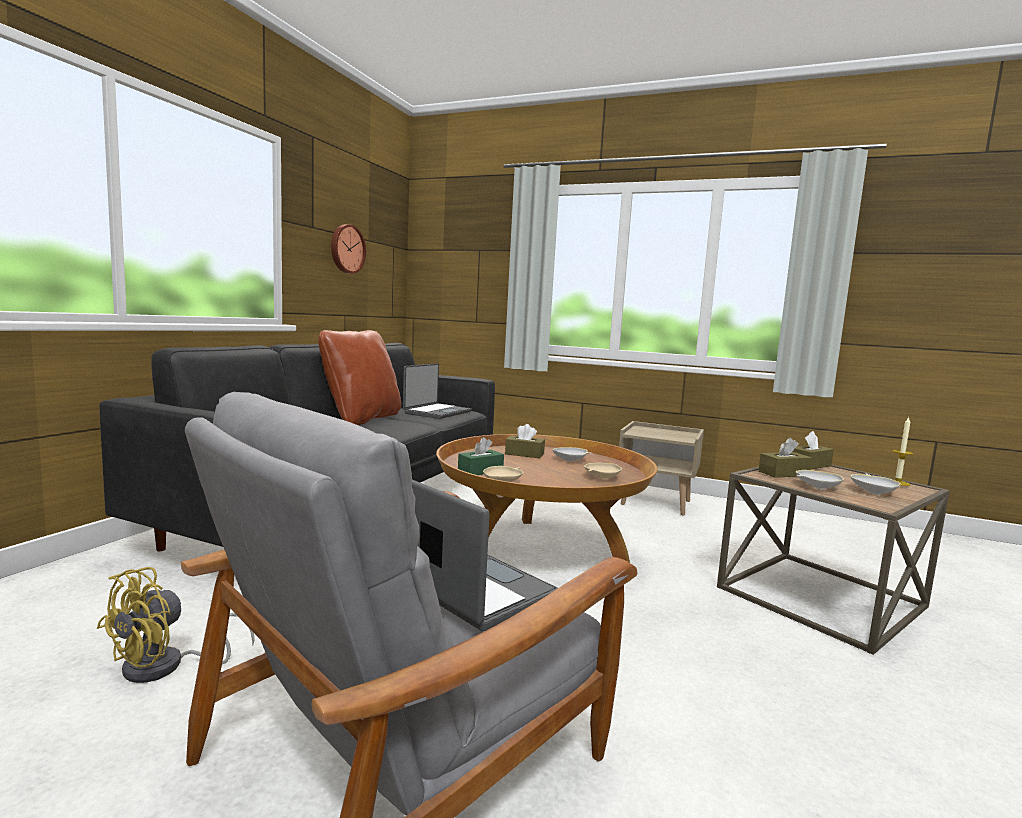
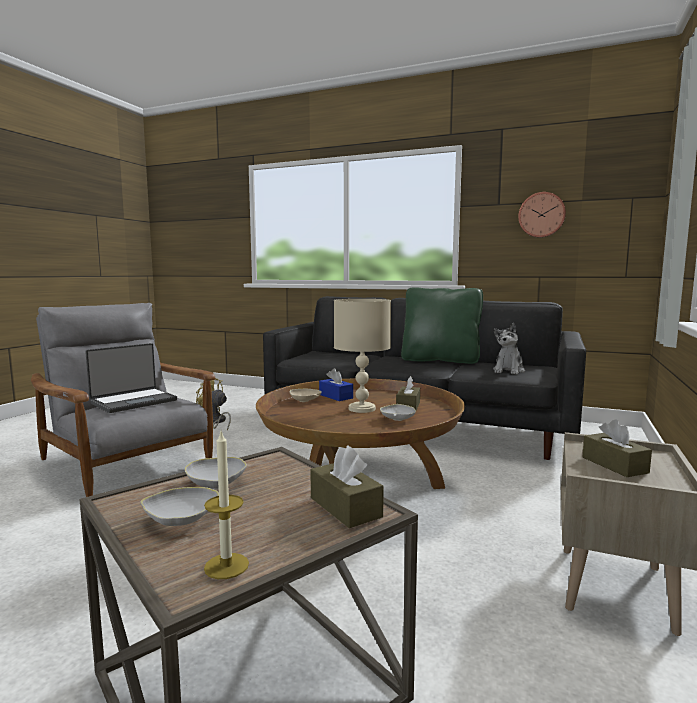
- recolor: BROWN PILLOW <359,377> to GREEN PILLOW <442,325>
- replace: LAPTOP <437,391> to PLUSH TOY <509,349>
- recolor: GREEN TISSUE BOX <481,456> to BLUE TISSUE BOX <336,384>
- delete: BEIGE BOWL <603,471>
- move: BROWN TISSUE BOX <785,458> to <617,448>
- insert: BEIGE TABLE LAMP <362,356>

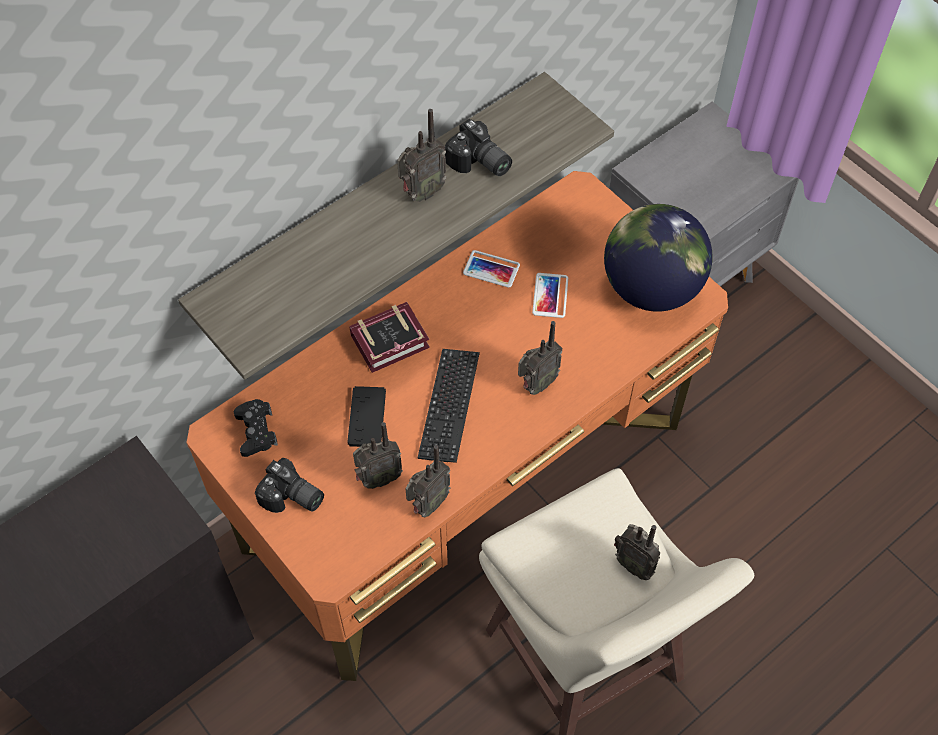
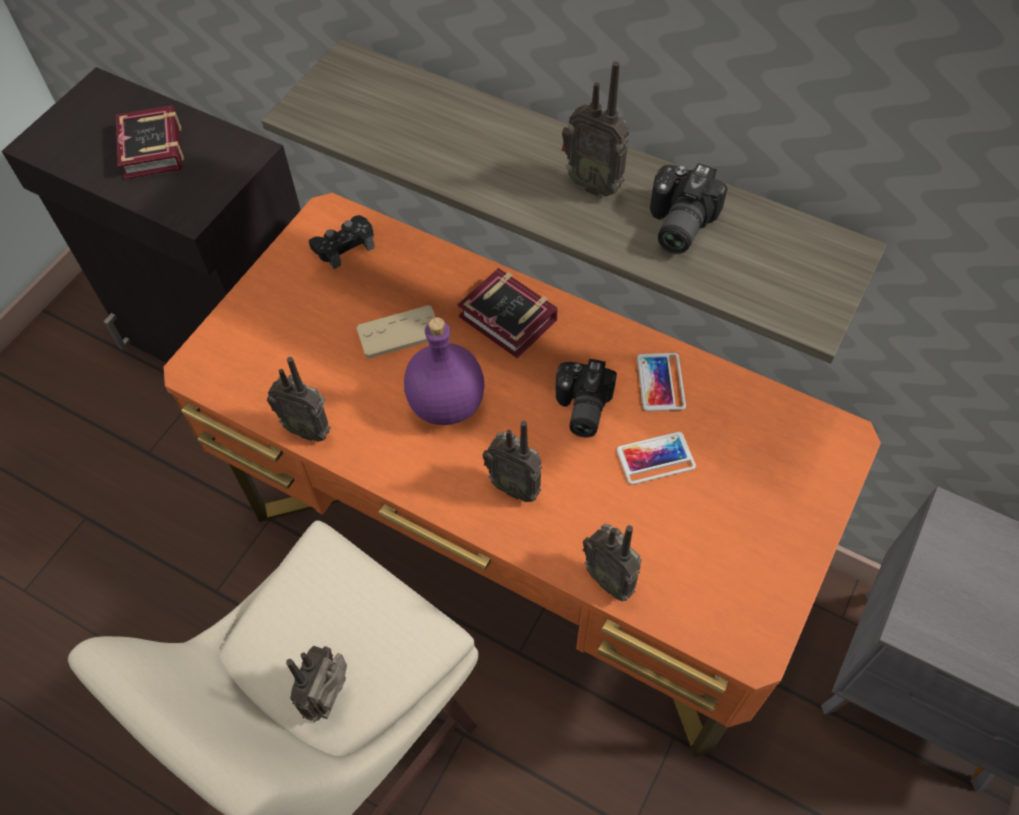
- move: PHOTO CAMERA <289,485> to <586,398>
- recolor: BLACK GAME CONTROLLER <366,416> to BEIGE GAME CONTROLLER <395,332>
- move: RADIO <378,455> to <612,562>
- replace: KEYBOARD <449,406> to PURPLE BOTTLE <444,371>
- delete: GLOBE <658,258>
- insert: BOOK <150,142>

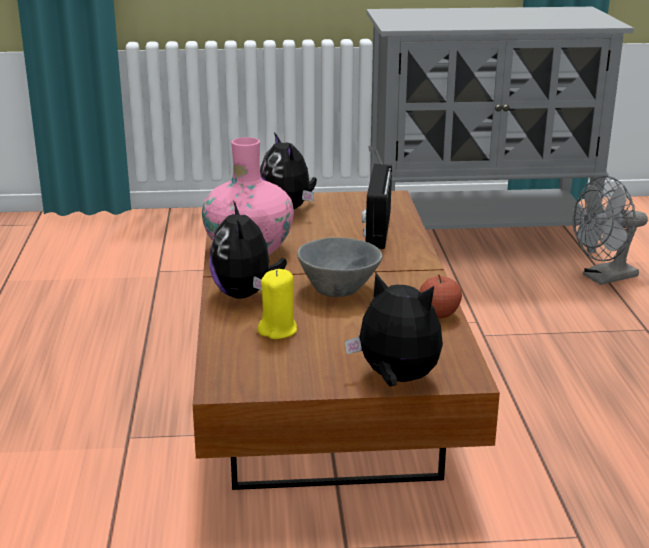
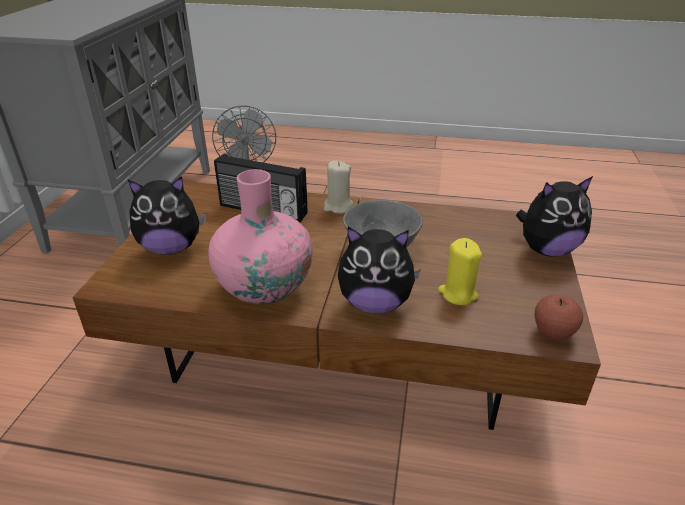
- rotate: PLUSH TOY <394,330> = <554,216> 150 degrees counterclockwise
- move: APPLE <441,296> to <559,317>
- insert: BEIGE CANDLE <338,187>

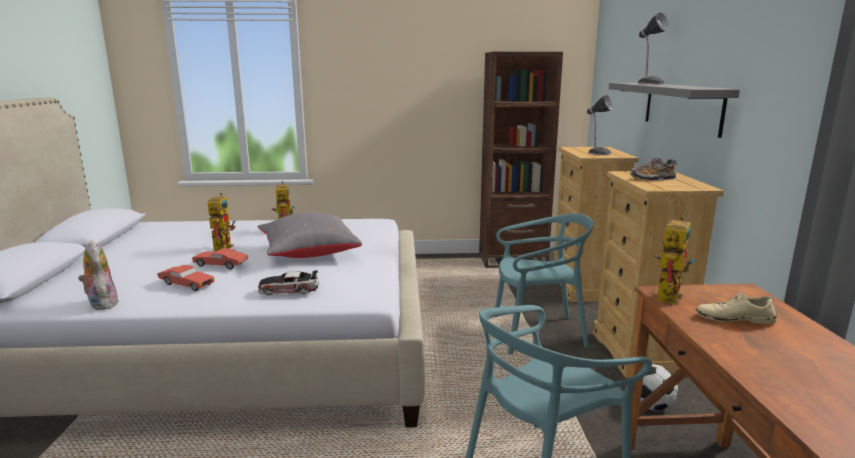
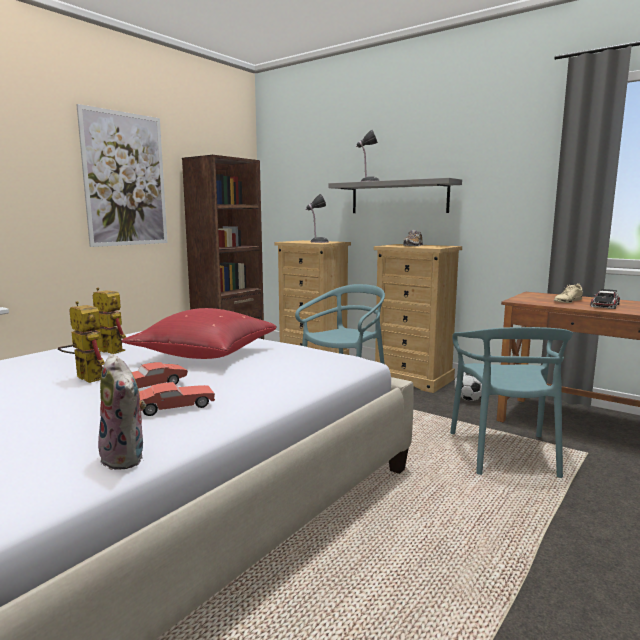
- rotate: PLUSH TOY <98,275> = <122,412> 135 degrees counterclockwise
- recolor: GREY PILLOW <310,235> to RED PILLOW <199,333>
- move: TOY CAR <288,282> to <605,299>
- delete: TOY ROBOT <674,260>
- insert: PICTURE <122,175>

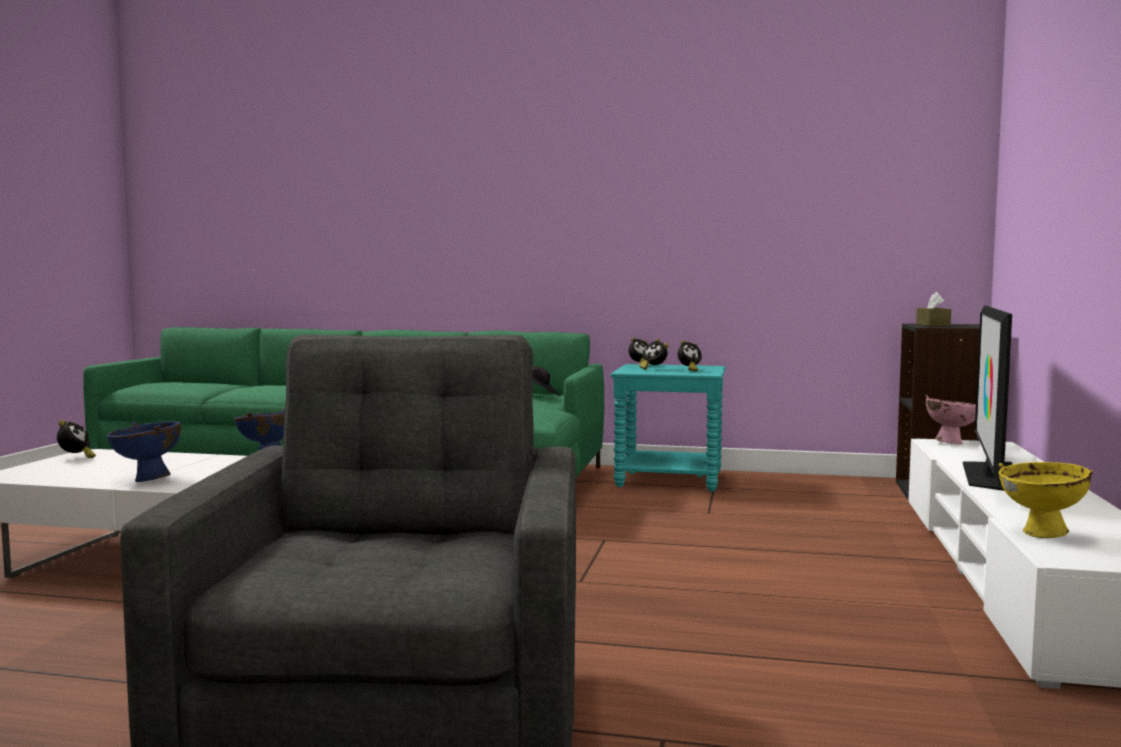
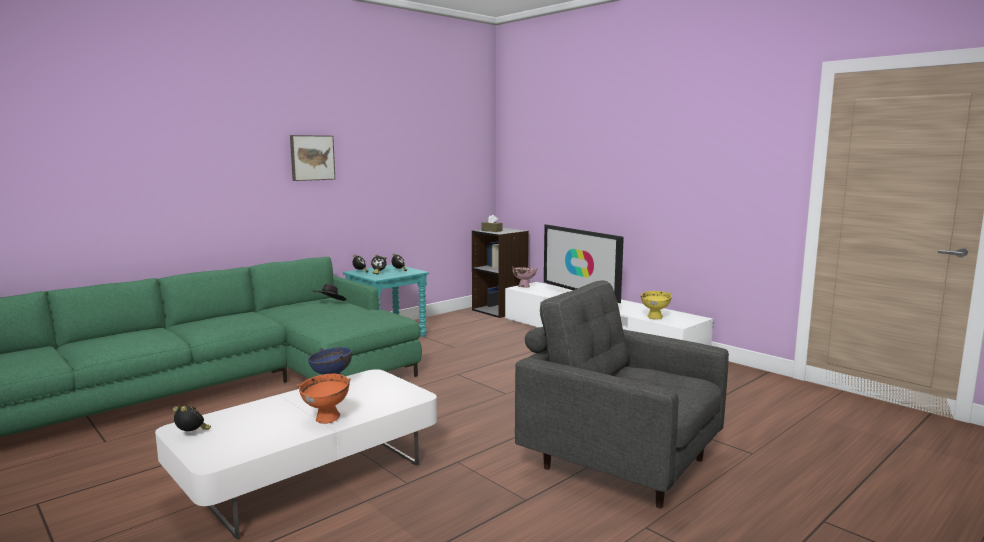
- recolor: BLUE BOWL <144,451> to ORANGE BOWL <324,399>
- insert: PICTURE <312,158>

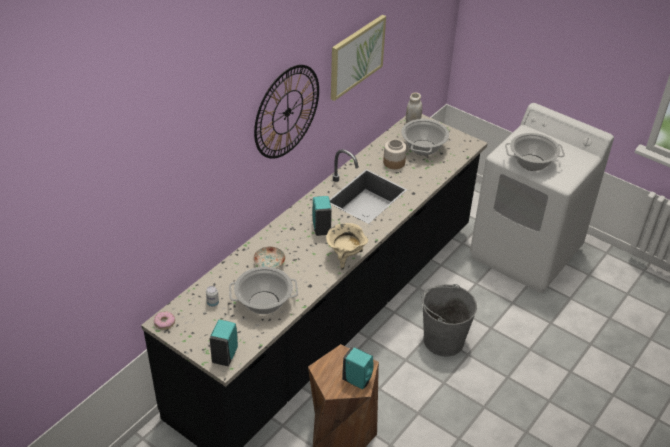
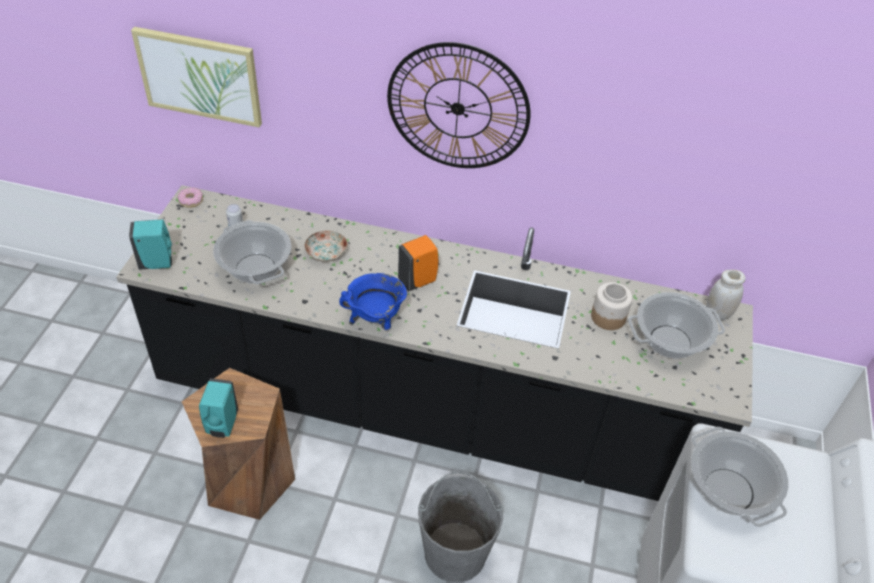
- recolor: TURQUOISE SOAP DISPENSER <322,216> to ORANGE SOAP DISPENSER <418,263>
- recolor: BEIGE COOKING POT <347,246> to BLUE COOKING POT <373,301>
- move: PICTURE <358,58> to <196,77>

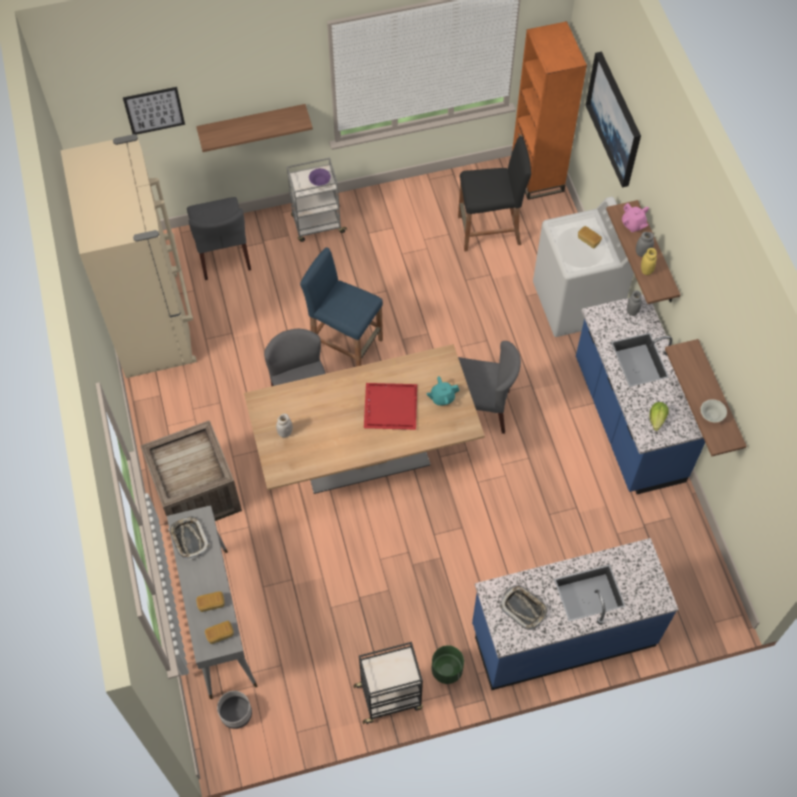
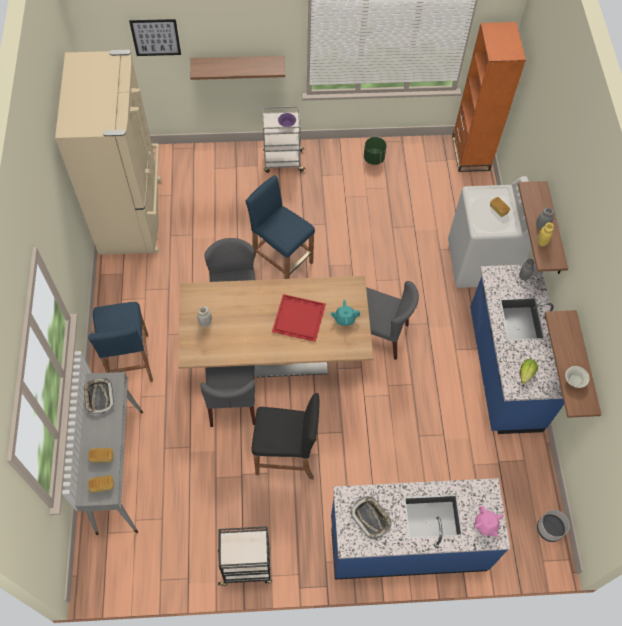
- replace: CRATE <191,470> to BLUE STOOL <120,342>
- move: GREY CHAIR <219,238> to <227,396>
- move: GREY PLANTER <234,710> to <553,526>
- move: GREEN PLANTER <448,664> to <375,151>
- move: BLACK STOOL <494,193> to <285,436>
- delete: PICTURE <613,120>
- move: PINK TEAPOT <635,217> to <489,521>

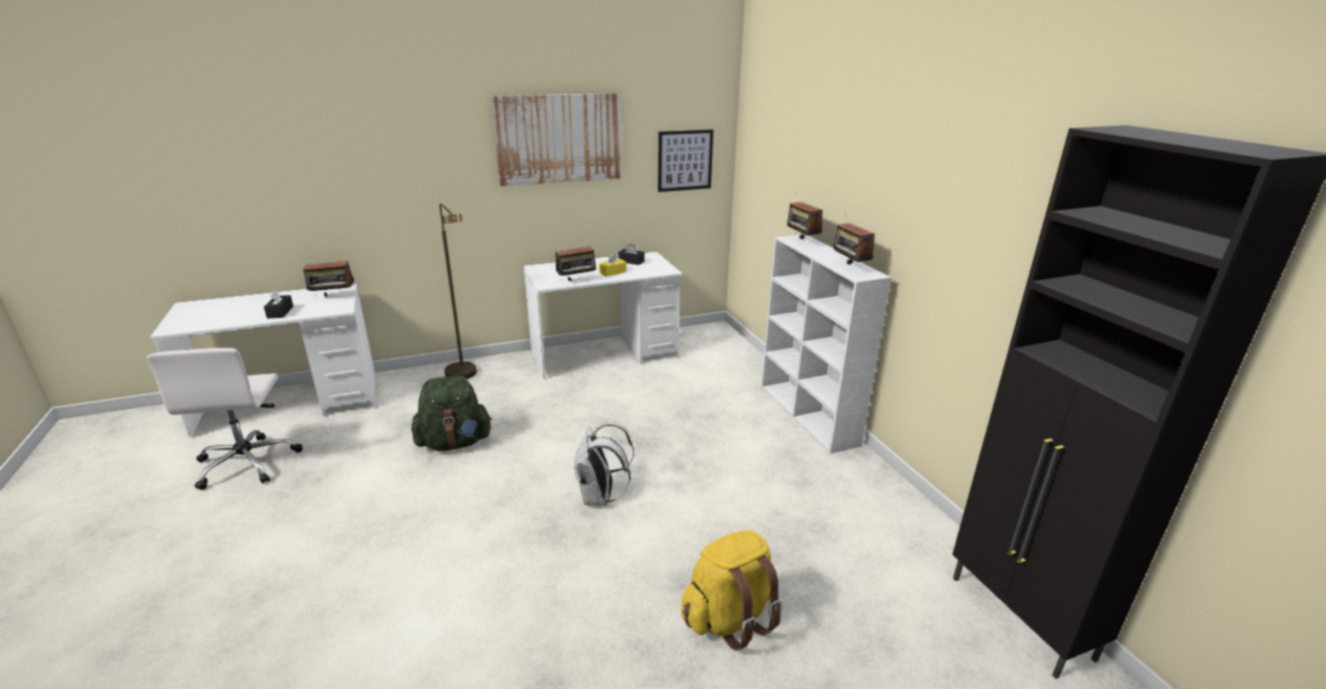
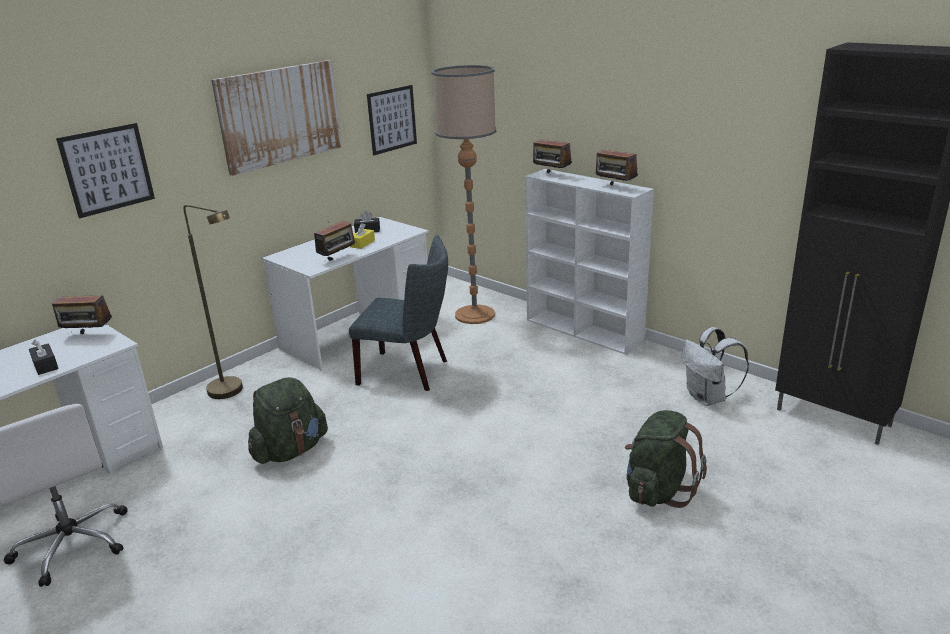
- rotate: RADIO <328,277> = <82,314> 45 degrees clockwise
- move: WHITE BACKPACK <604,463> to <715,366>
- recolor: YELLOW BACKPACK <731,590> to GREEN BACKPACK <666,459>
- insert: PICTURE <105,170>
- insert: GREY CHAIR <398,313>
- insert: FLOOR LAMP <464,194>

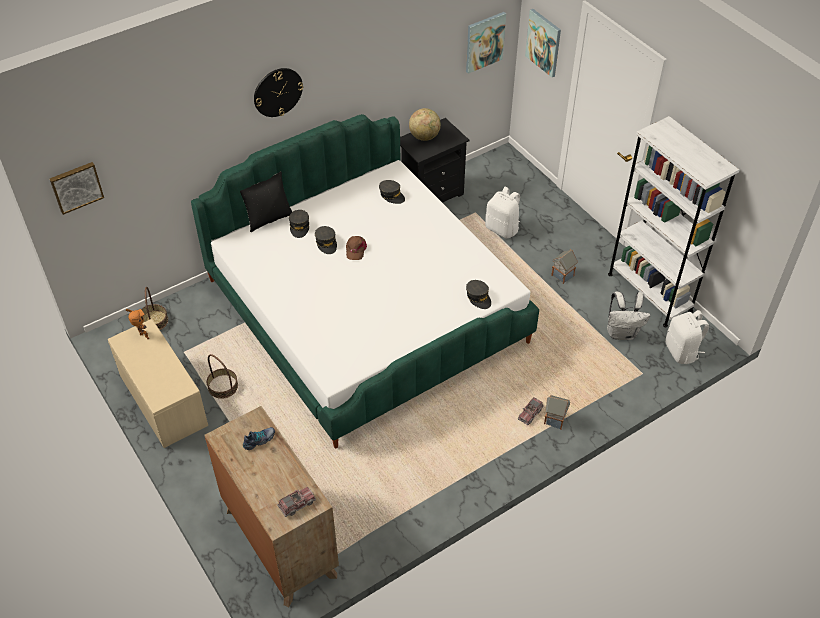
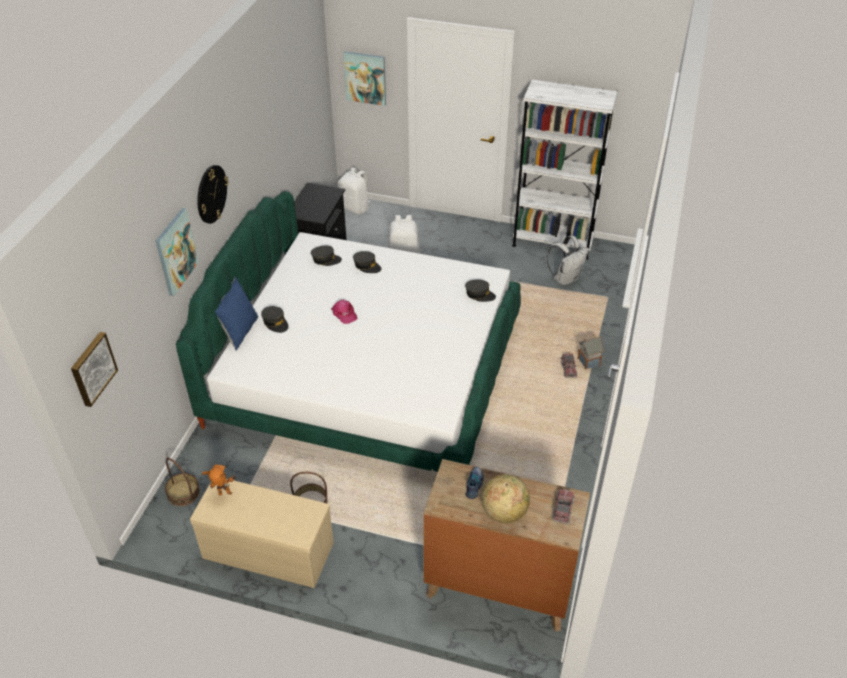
- recolor: BLACK PILLOW <266,201> to BLUE PILLOW <236,313>
- move: GREY CAP <326,240> to <367,262>
- recolor: BROWN CAP <356,248> to PINK CAP <344,312>
- move: GLOBE <425,124> to <506,498>
- move: PICTURE <486,43> to <177,252>
- delete: TOY HOUSE <564,266>
- move: WHITE BACKPACK <687,337> to <354,191>

